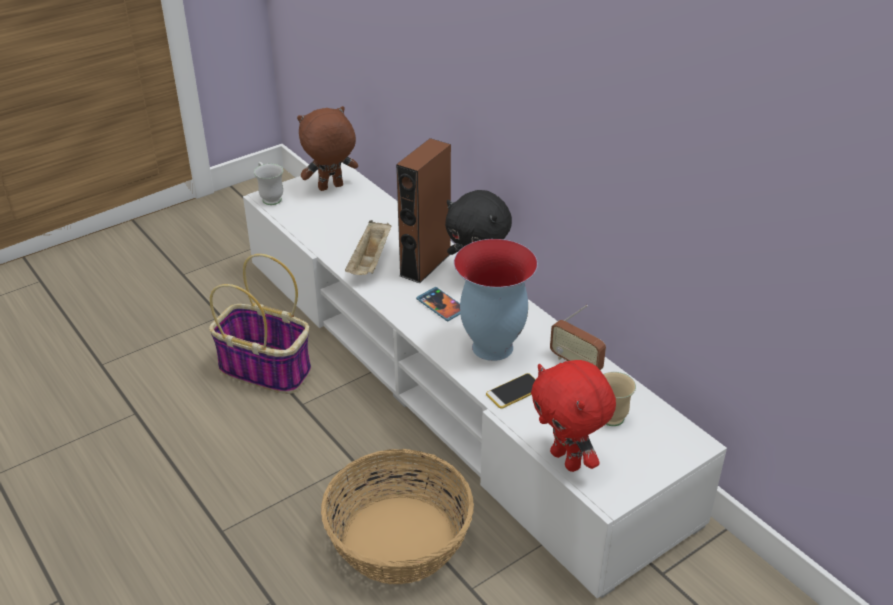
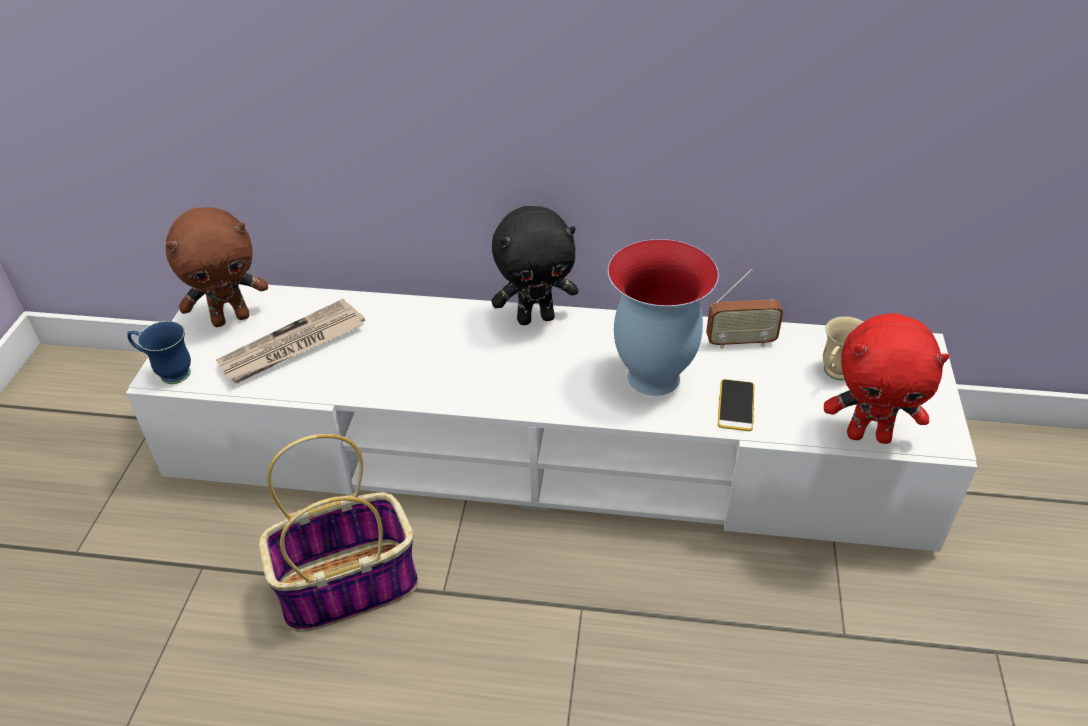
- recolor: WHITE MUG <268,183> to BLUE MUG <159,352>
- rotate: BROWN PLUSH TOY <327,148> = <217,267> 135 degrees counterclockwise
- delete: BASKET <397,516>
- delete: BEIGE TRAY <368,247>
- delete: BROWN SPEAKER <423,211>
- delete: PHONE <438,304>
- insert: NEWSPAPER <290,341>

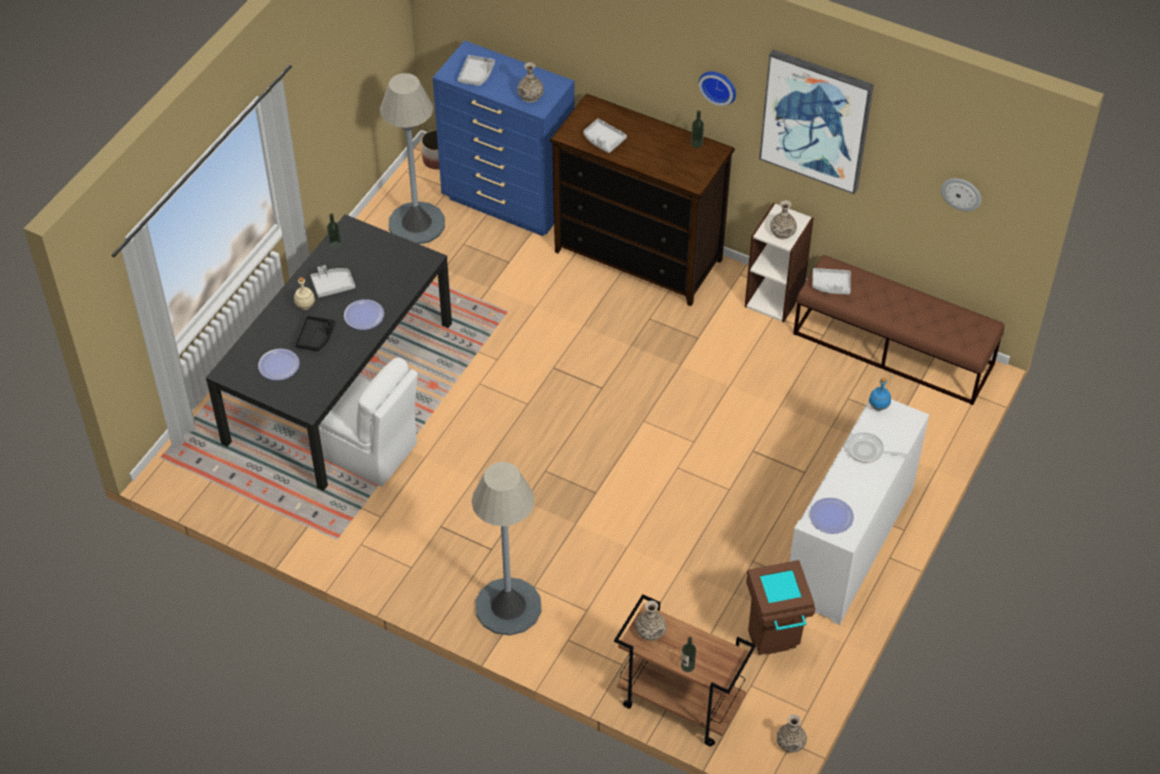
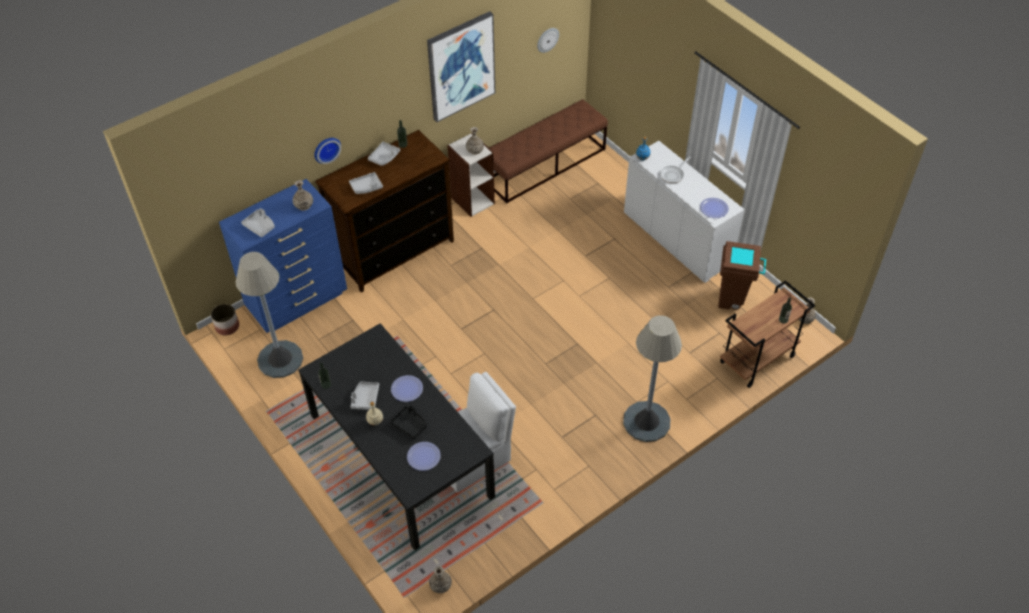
- move: VASE <650,621> to <440,579>
- move: WALL CLOCK <717,88> to <327,151>
- move: GREY TRAY <831,281> to <384,154>

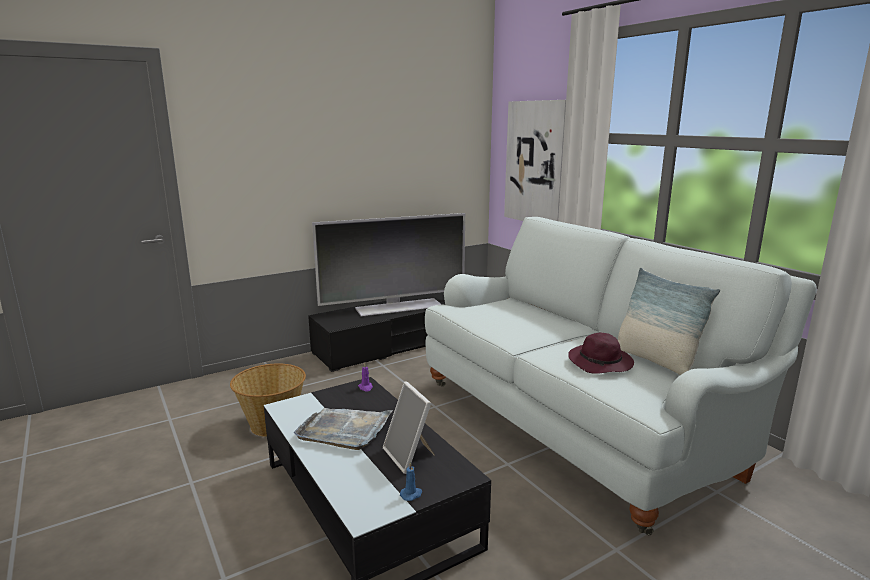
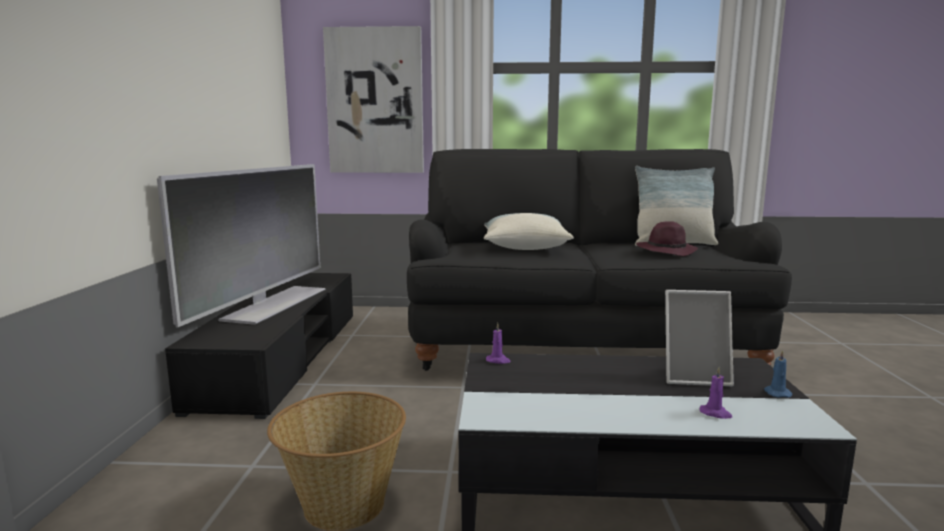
- delete: GREY TRAY <343,429>
- recolor: WHITE SOFA <621,376> to BLACK SOFA <599,260>
- insert: PILLOW <529,231>
- insert: PURPLE CANDLE <715,393>

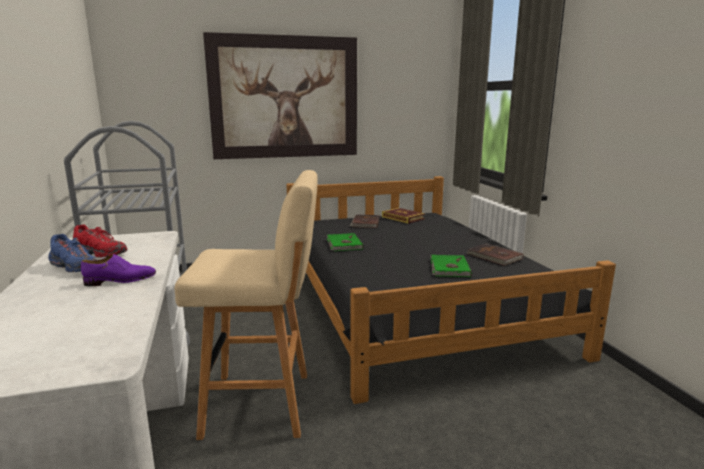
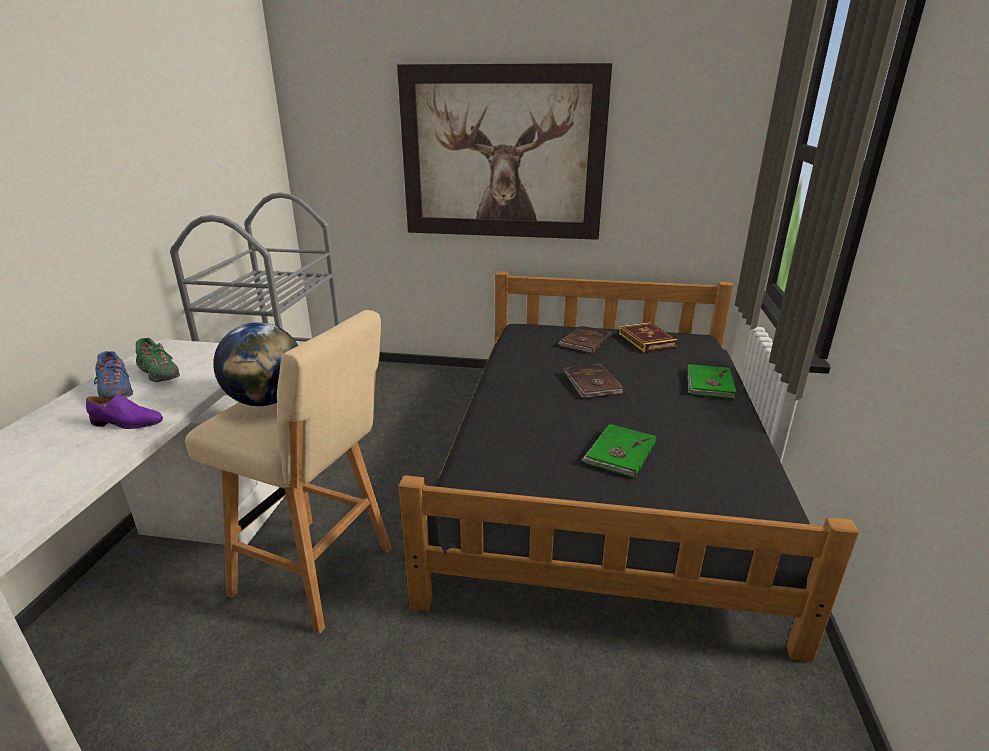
- recolor: RED SHOE <100,241> to GREEN SHOE <158,360>
- move: GREEN BOOK <345,242> to <712,381>
- move: BROWN BOOK <495,254> to <594,381>
- insert: GLOBE <255,364>

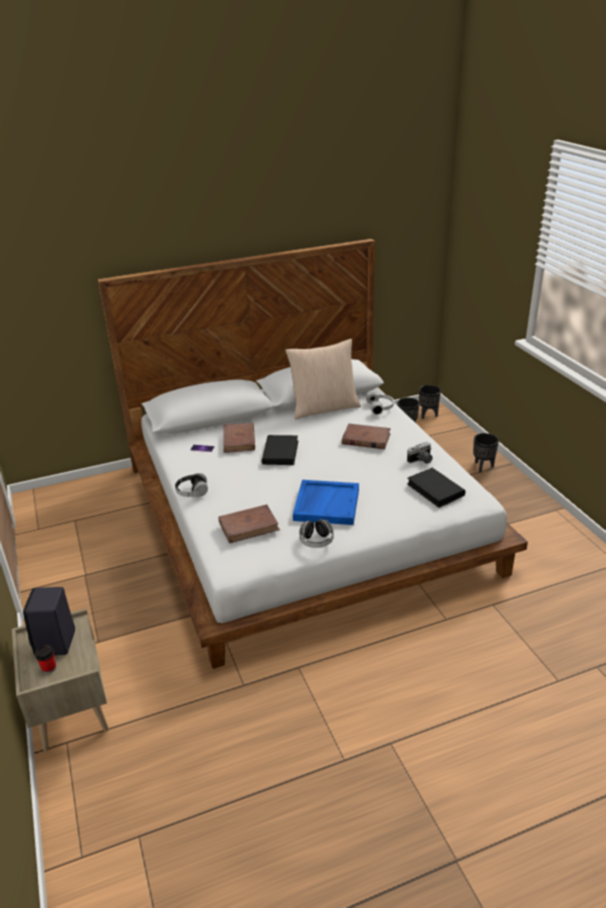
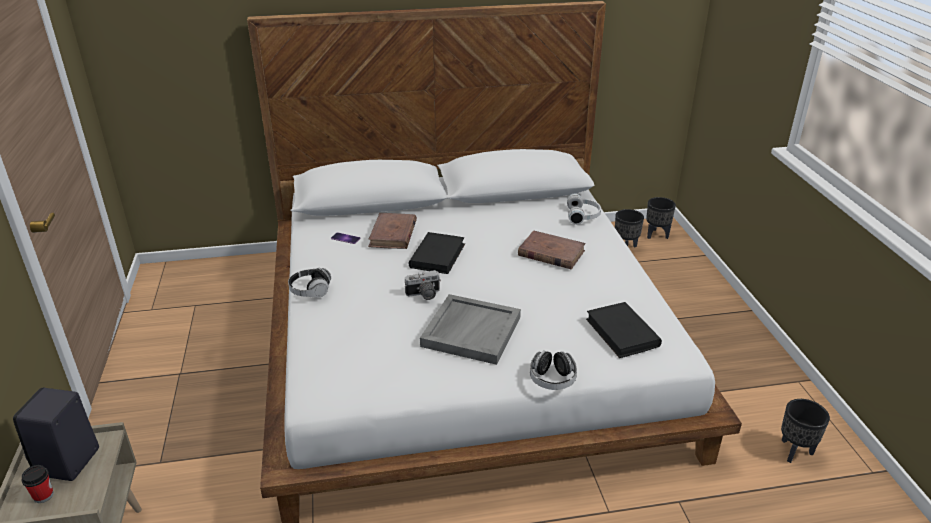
- delete: BROWN BOOK <249,523>
- delete: BEIGE PILLOW <323,379>
- recolor: BLUE TRAY <326,502> to GREY TRAY <470,329>
- move: HEADPHONES <316,533> to <553,370>
- move: PHOTO CAMERA <420,453> to <423,285>
- move: BLACK PLANTER <486,452> to <805,431>

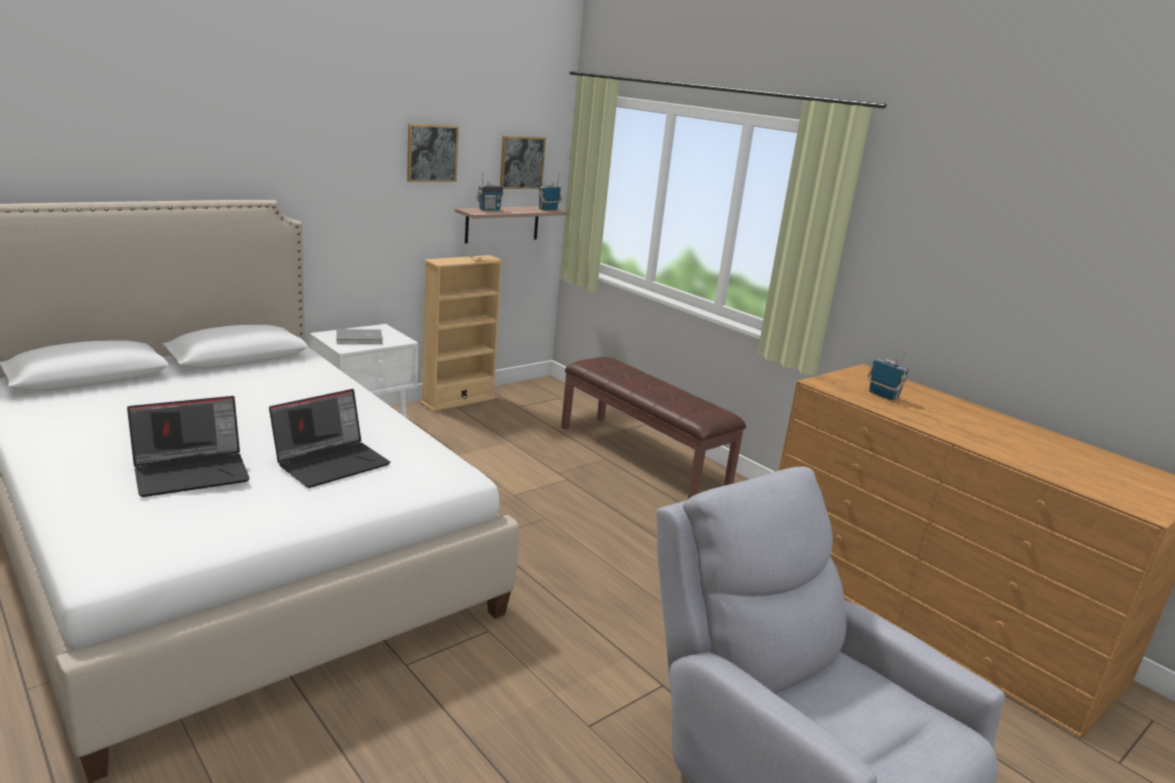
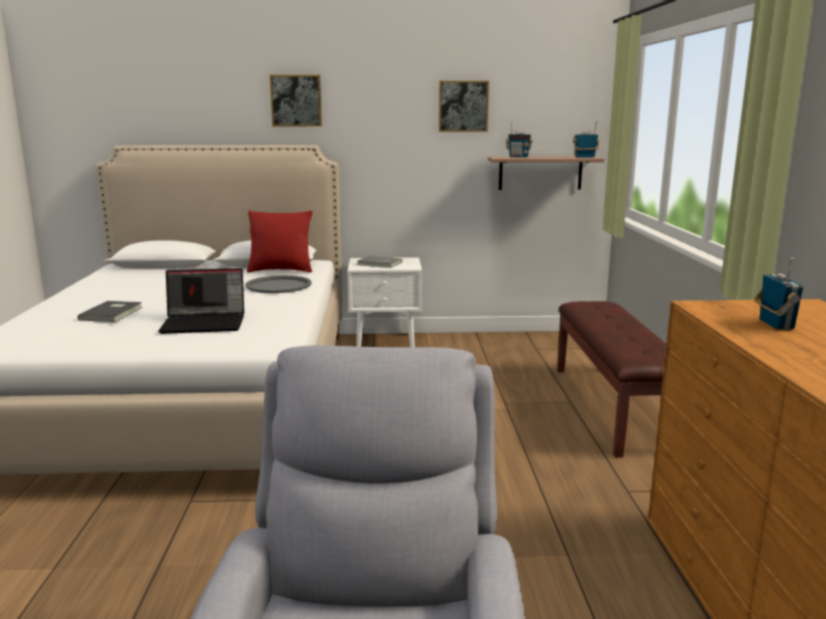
- replace: LAPTOP <188,446> to GREY BOOK <110,311>
- delete: BEIGE BOOKCASE <462,333>
- move: PICTURE <523,162> to <296,100>
- insert: GREY TRAY <278,284>
- insert: RED PILLOW <279,241>

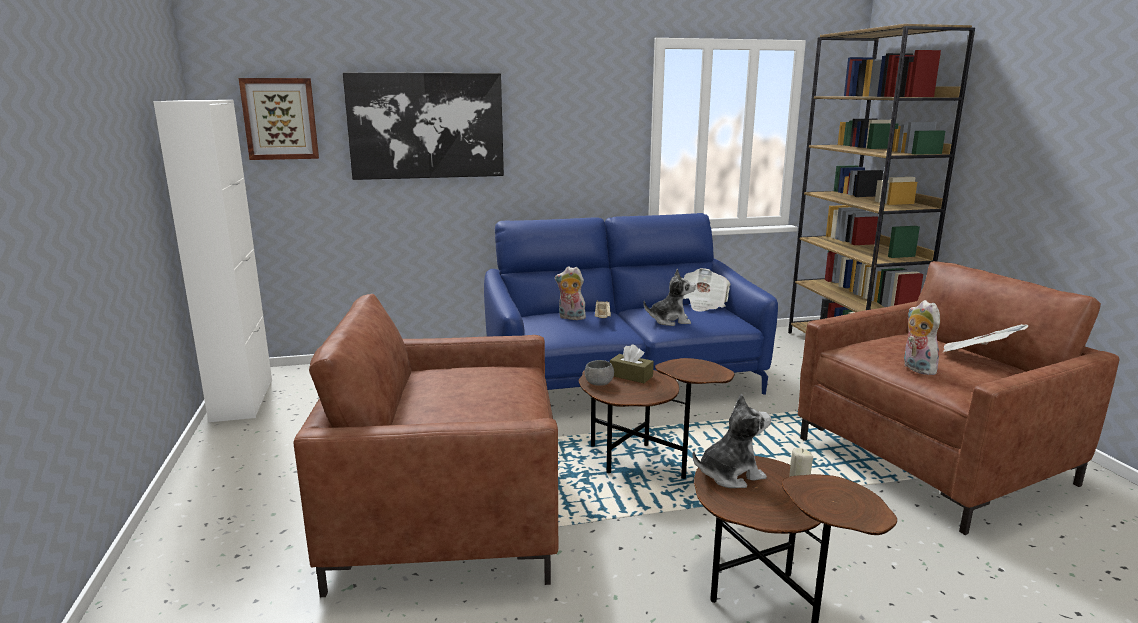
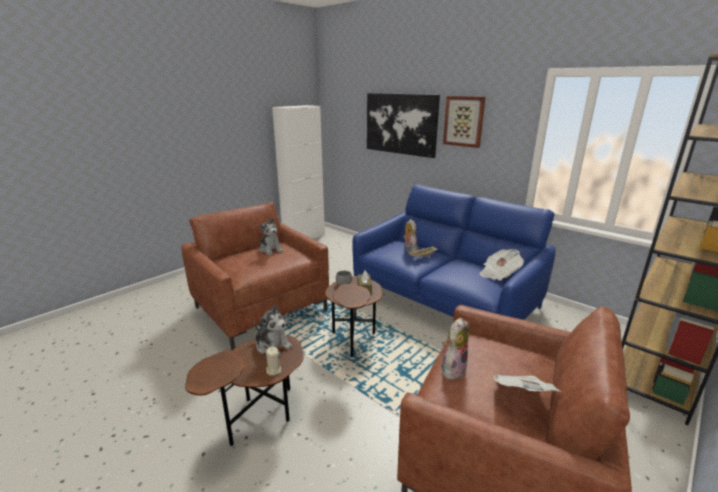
- move: PICTURE <279,119> to <464,122>
- move: PLUSH TOY <669,297> to <271,236>

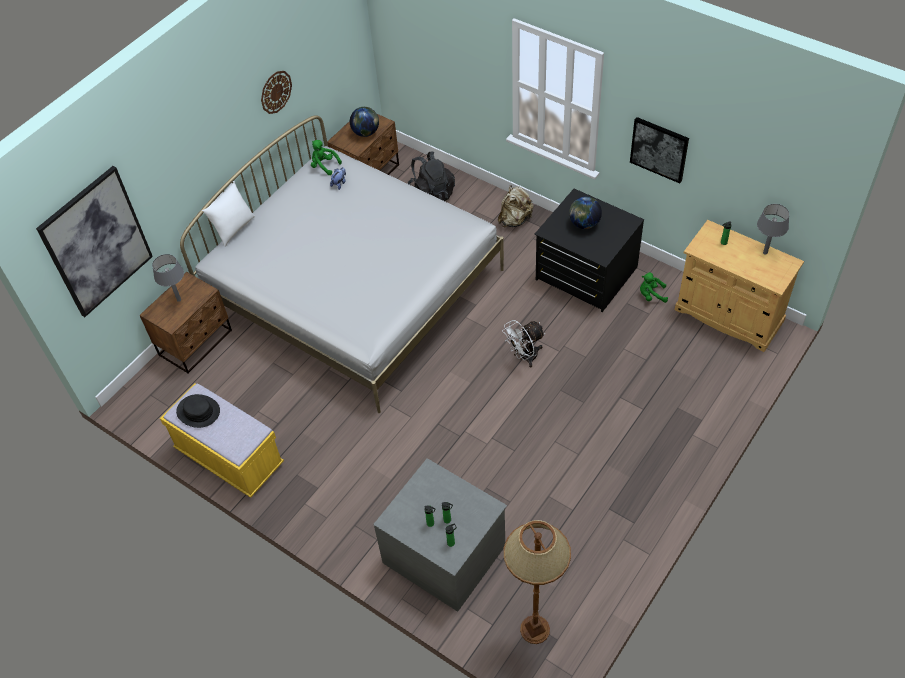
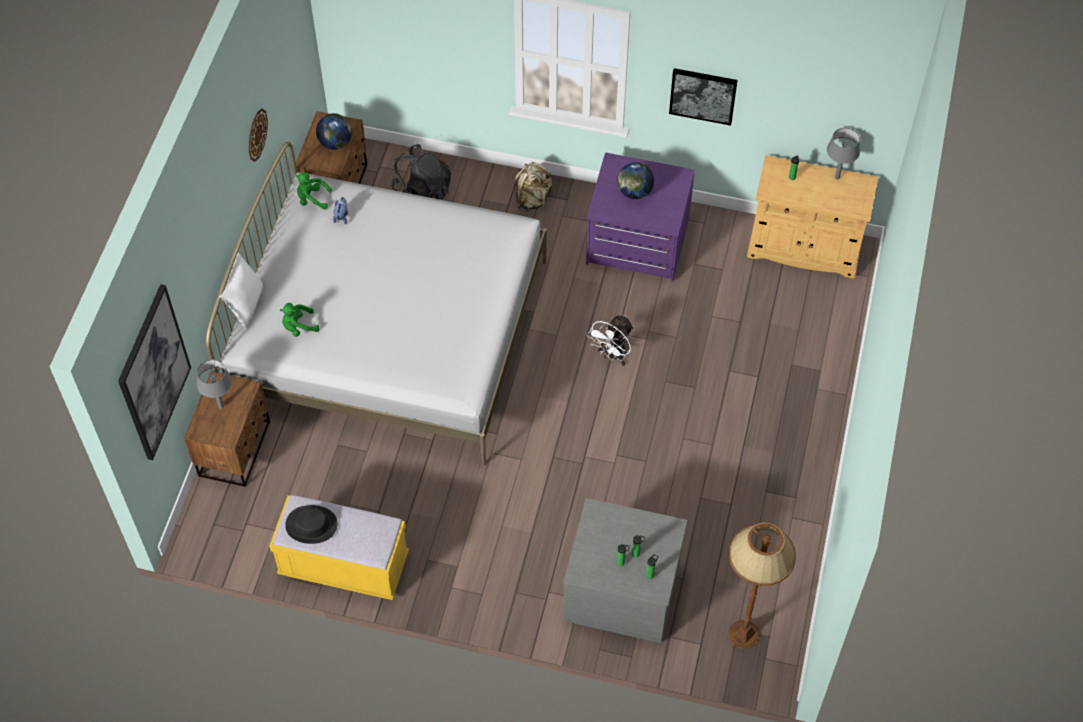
- recolor: BLACK DRESSER <589,250> to PURPLE DRESSER <640,217>
- move: GREEN PLUSH TOY <654,287> to <300,320>

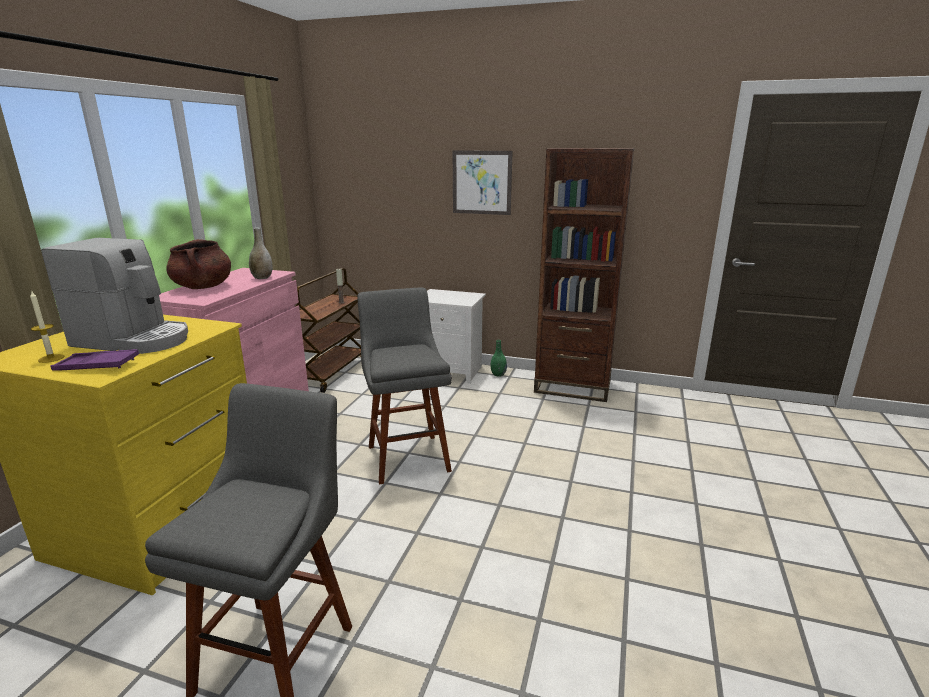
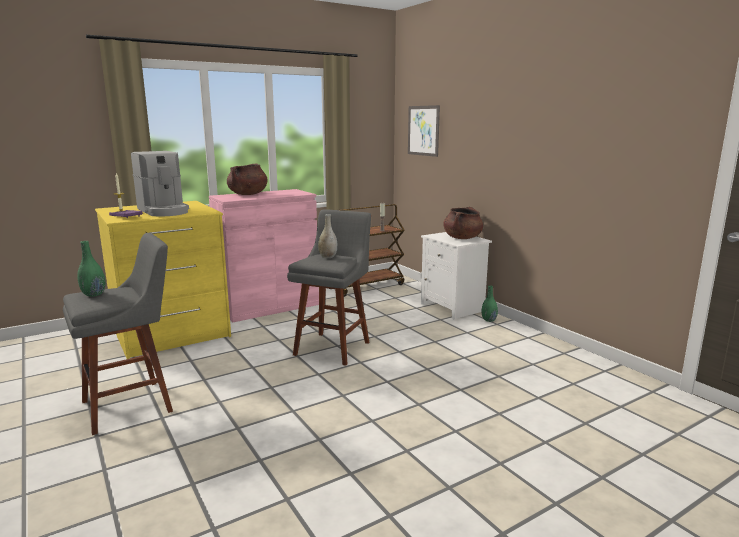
- move: GREY VASE <260,253> to <327,236>
- move: PICTURE <483,182> to <424,131>
- delete: BROWN BOOKCASE <584,275>
- insert: GREEN VASE <91,269>
- insert: BROWN COOKING POT <463,223>

